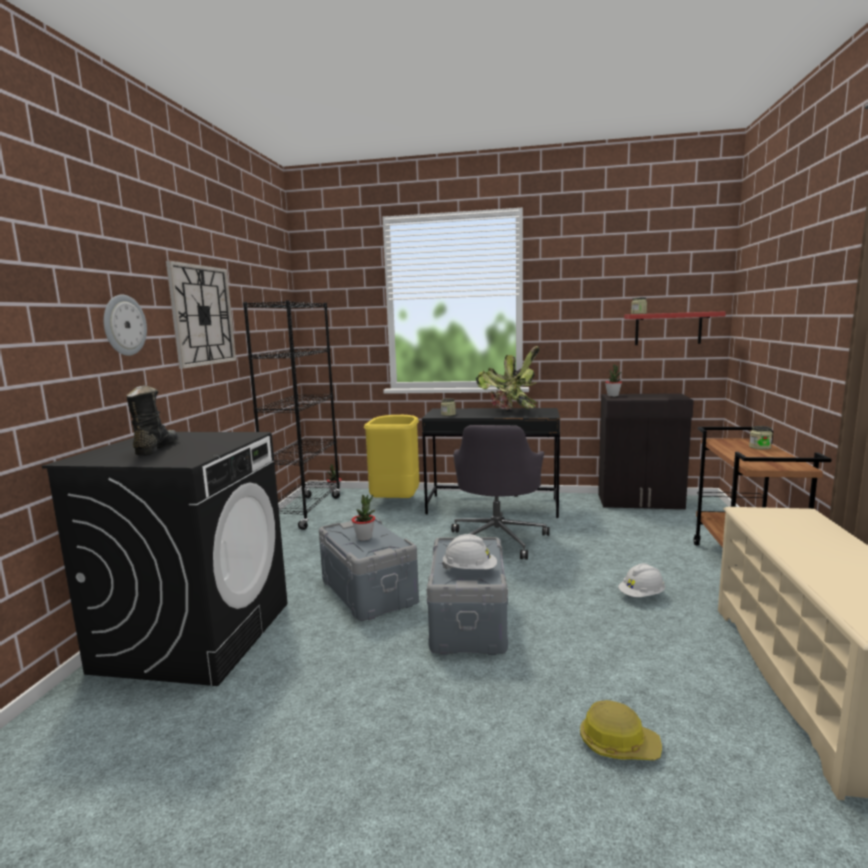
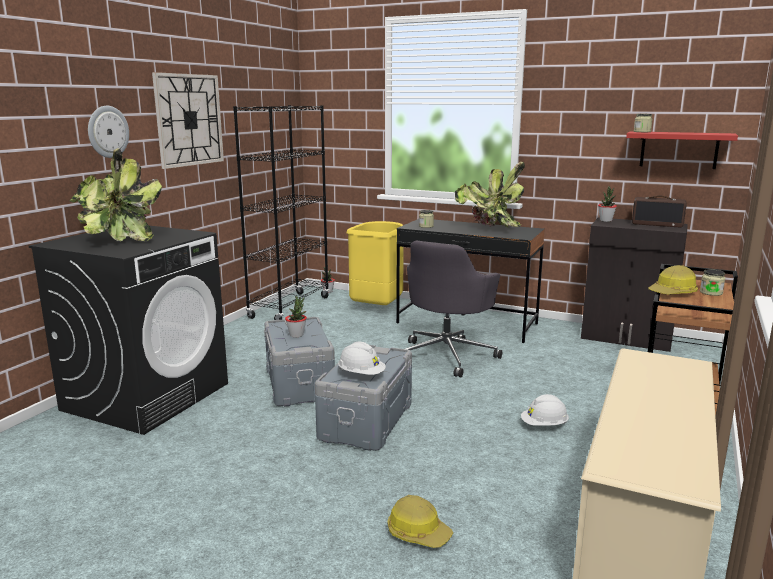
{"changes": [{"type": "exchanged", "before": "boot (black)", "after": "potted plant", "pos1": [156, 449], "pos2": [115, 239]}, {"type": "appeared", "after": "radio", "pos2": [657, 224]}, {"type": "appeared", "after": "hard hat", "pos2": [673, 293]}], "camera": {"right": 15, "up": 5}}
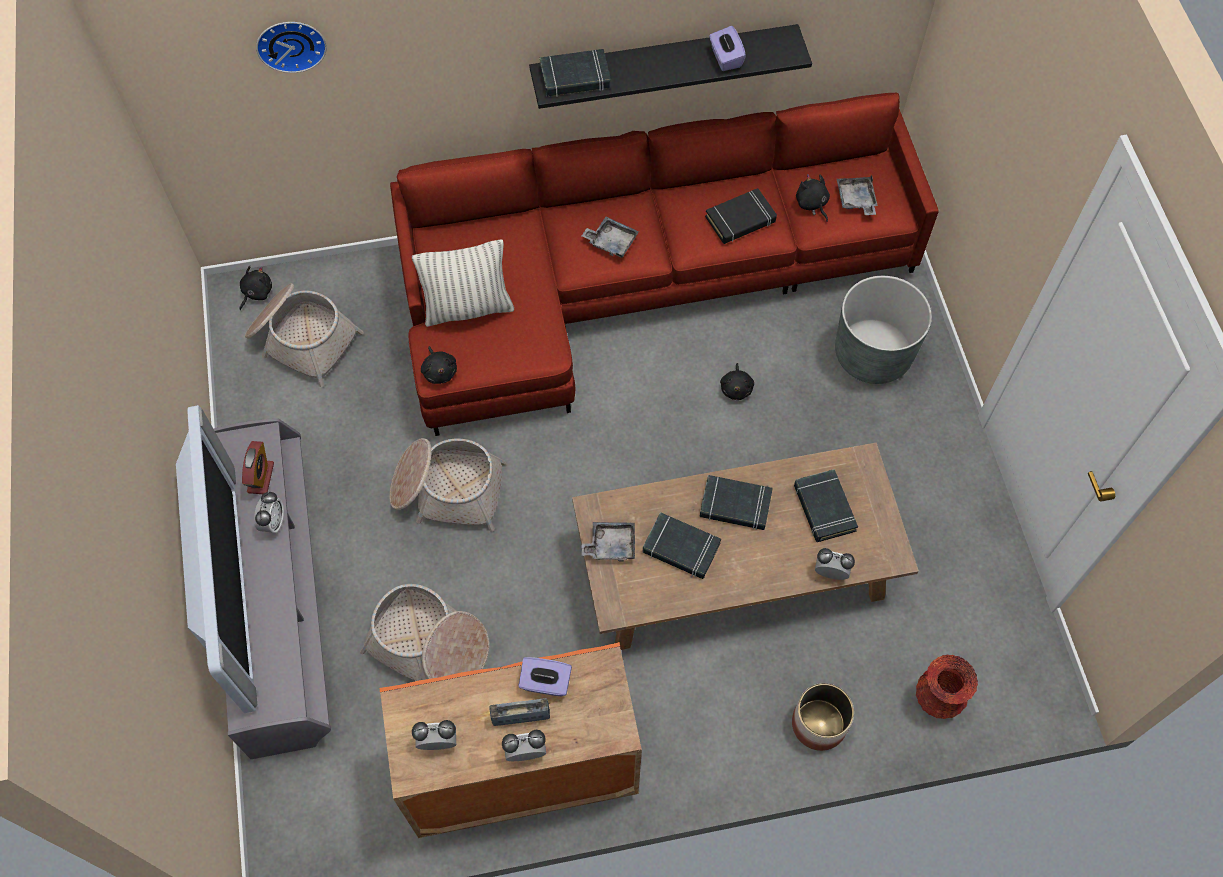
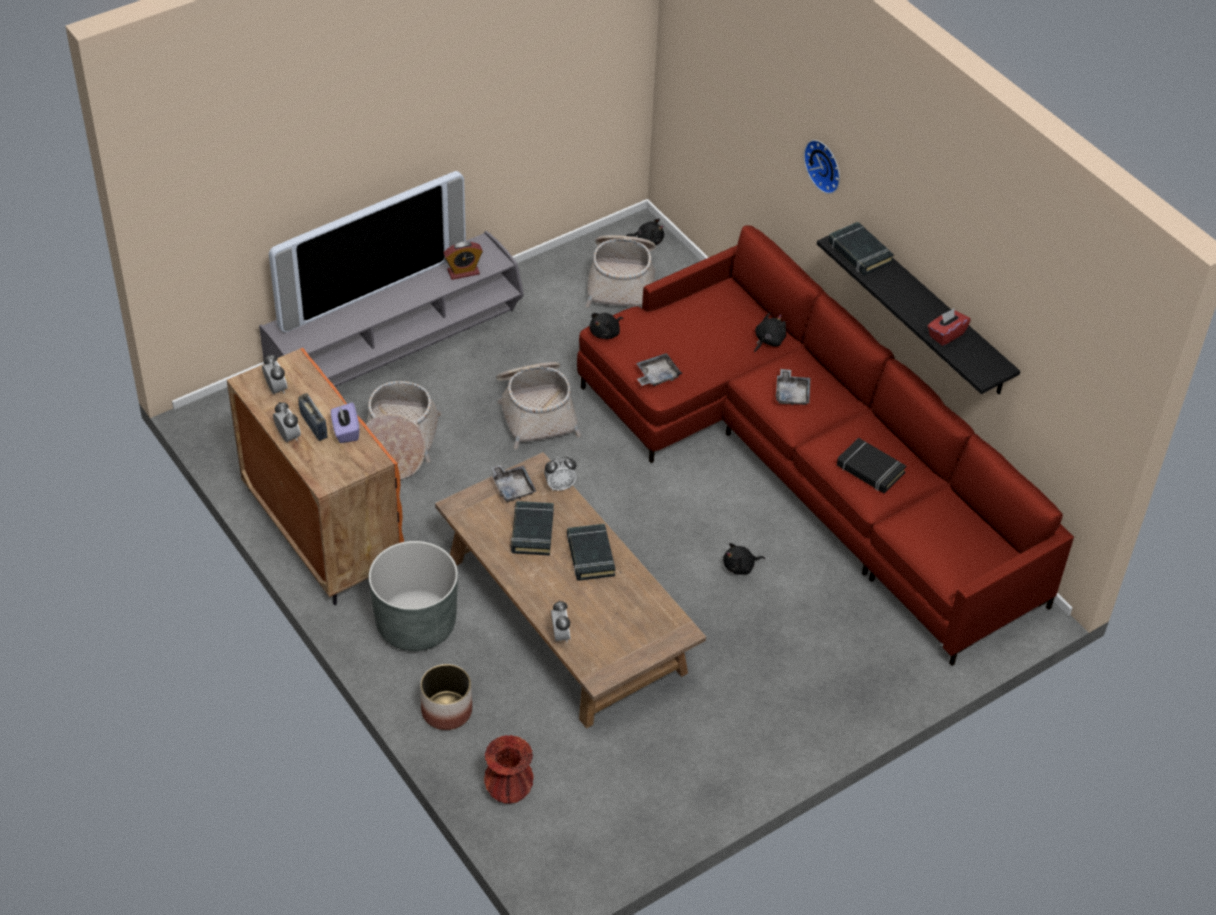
{"changes": [{"type": "relocated", "before": "planter (grey)", "pos1": [872, 354], "pos2": [416, 624]}, {"type": "relocated", "before": "alarm clock", "pos1": [273, 522], "pos2": [560, 486]}, {"type": "relocated", "before": "tray (grey)", "pos1": [856, 200], "pos2": [657, 375]}, {"type": "relocated", "before": "plush toy (black)", "pos1": [812, 204], "pos2": [768, 341]}, {"type": "relocated", "before": "wall clock", "pos1": [291, 43], "pos2": [825, 165]}, {"type": "colour", "before": "tissue box (purple)", "after": "tissue box (red)", "pos1": [725, 58], "pos2": [946, 335]}, {"type": "missing", "before": "pillow", "pos1": [468, 308]}, {"type": "missing", "before": "book (black)", "pos1": [824, 508]}], "camera": {"right": 65, "up": -15}}
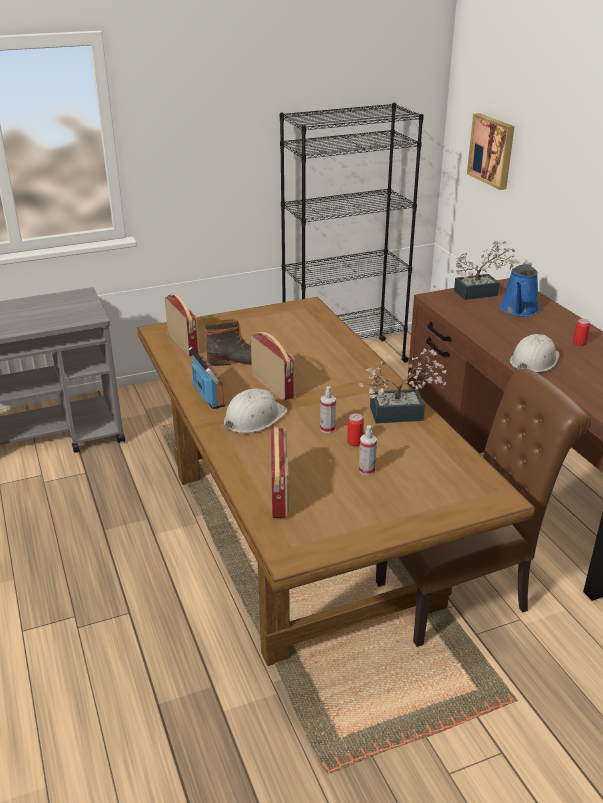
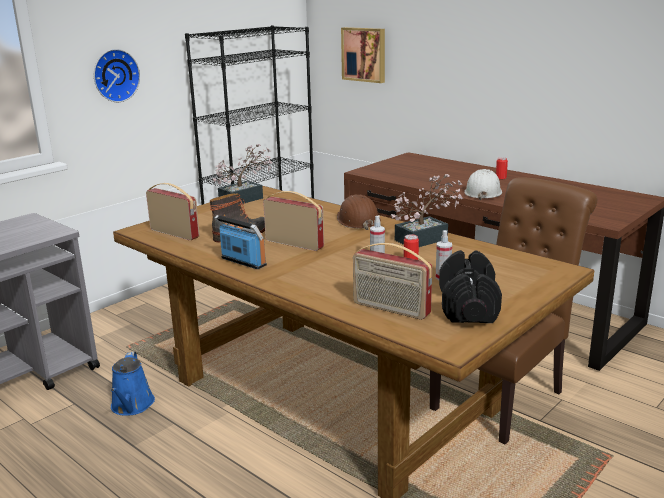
{"changes": [{"type": "appeared", "after": "wall clock", "pos2": [114, 75]}, {"type": "relocated", "before": "watering can (blue)", "pos1": [519, 310], "pos2": [132, 406]}, {"type": "relocated", "before": "potted plant", "pos1": [480, 292], "pos2": [245, 198]}, {"type": "appeared", "after": "hard hat (brown)", "pos2": [357, 220]}, {"type": "spun", "before": "radio", "pos1": [280, 494], "pos2": [390, 309], "turn": 150}, {"type": "appeared", "after": "dumbbell (black)", "pos2": [467, 306]}, {"type": "missing", "before": "hard hat (white)", "pos1": [254, 418]}], "camera": {"right": -25, "up": -10}}
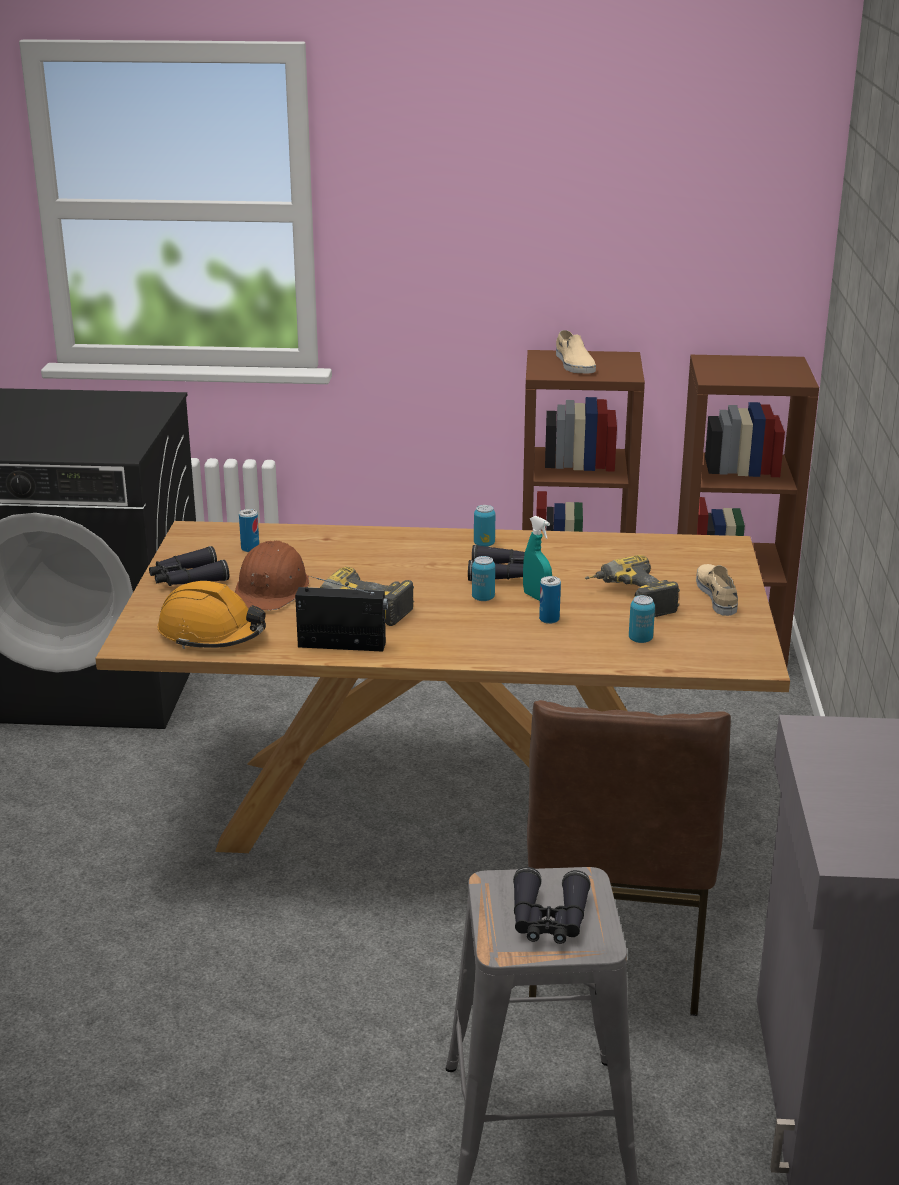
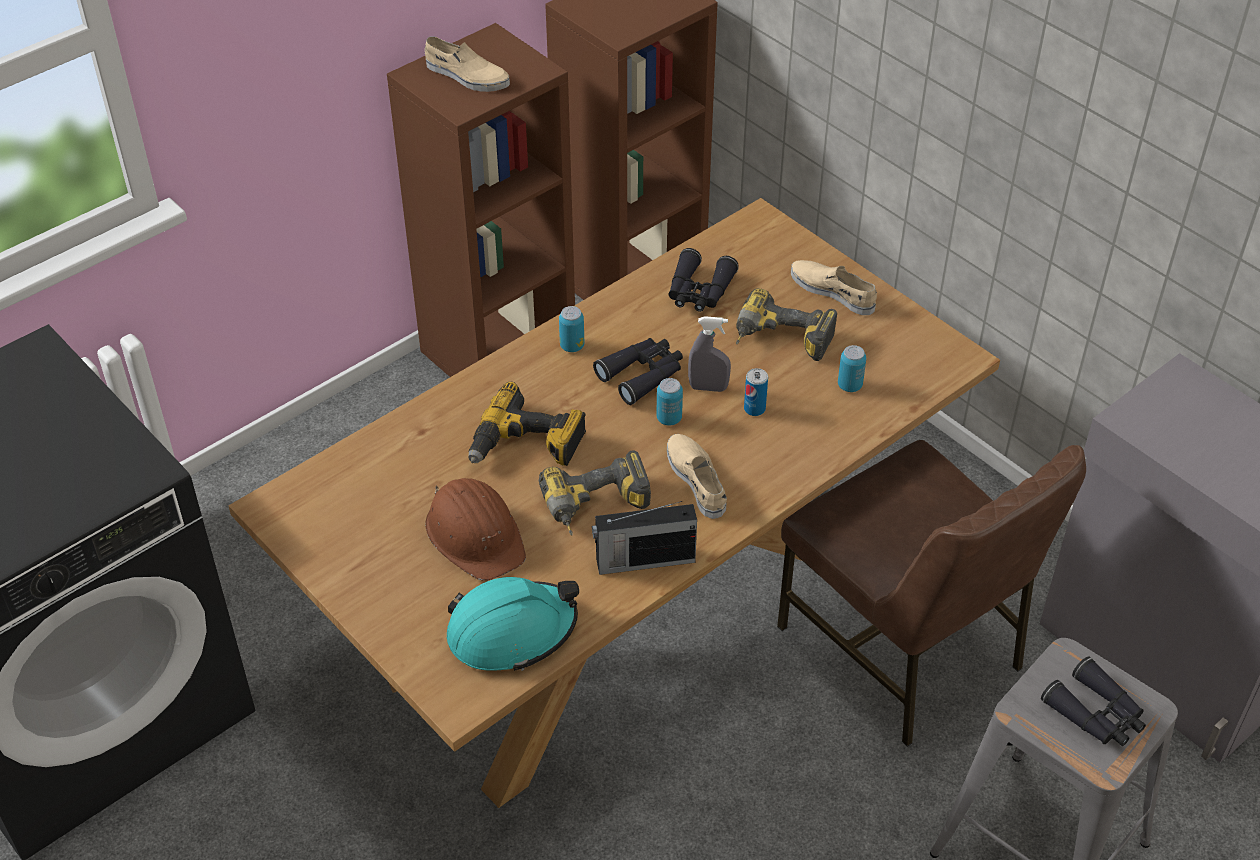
{"changes": [{"type": "colour", "before": "hard hat (orange)", "after": "hard hat (turquoise)", "pos1": [212, 634], "pos2": [512, 631]}, {"type": "appeared", "after": "power drill", "pos2": [527, 445]}, {"type": "spun", "before": "radio", "pos1": [343, 645], "pos2": [643, 560], "turn": -150}, {"type": "appeared", "after": "shoe (beige)", "pos2": [697, 479]}, {"type": "relocated", "before": "binoculars (black)", "pos1": [187, 579], "pos2": [699, 291]}, {"type": "colour", "before": "spray bottle (turquoise)", "after": "spray bottle (grey)", "pos1": [536, 597], "pos2": [708, 387]}, {"type": "missing", "before": "can", "pos1": [250, 548]}], "camera": {"right": -45, "up": 20}}
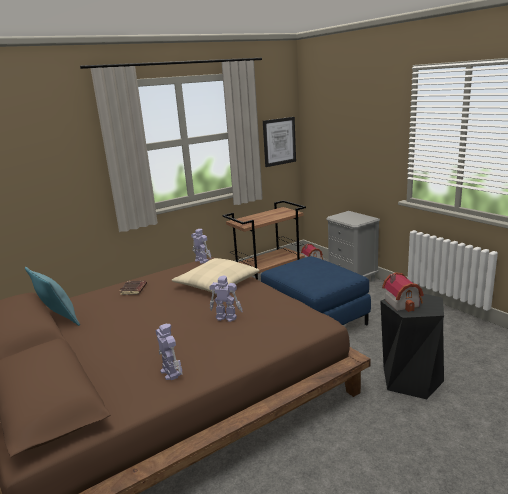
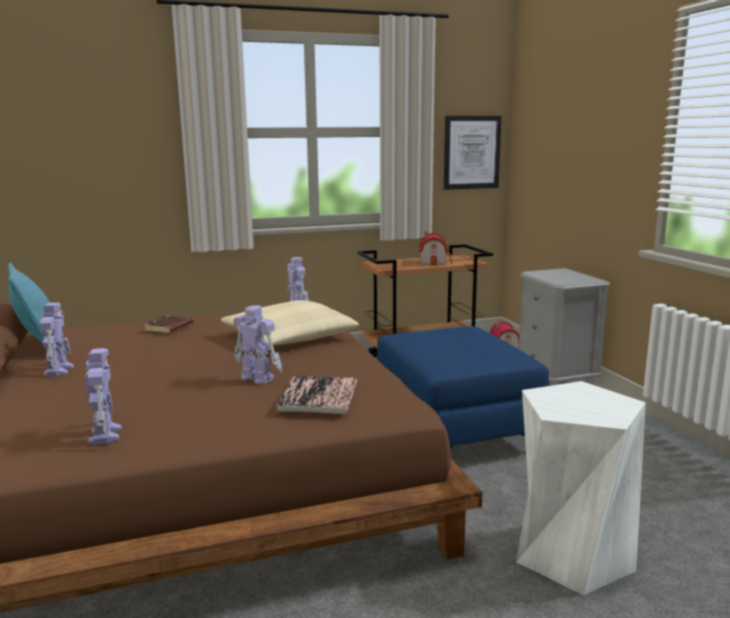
{"changes": [{"type": "appeared", "after": "toy robot", "pos2": [59, 370]}, {"type": "appeared", "after": "book", "pos2": [318, 396]}, {"type": "relocated", "before": "toy house", "pos1": [403, 302], "pos2": [435, 262]}, {"type": "colour", "before": "stool (black)", "after": "stool (white)", "pos1": [411, 379], "pos2": [571, 554]}], "camera": {"right": 15, "up": -5}}
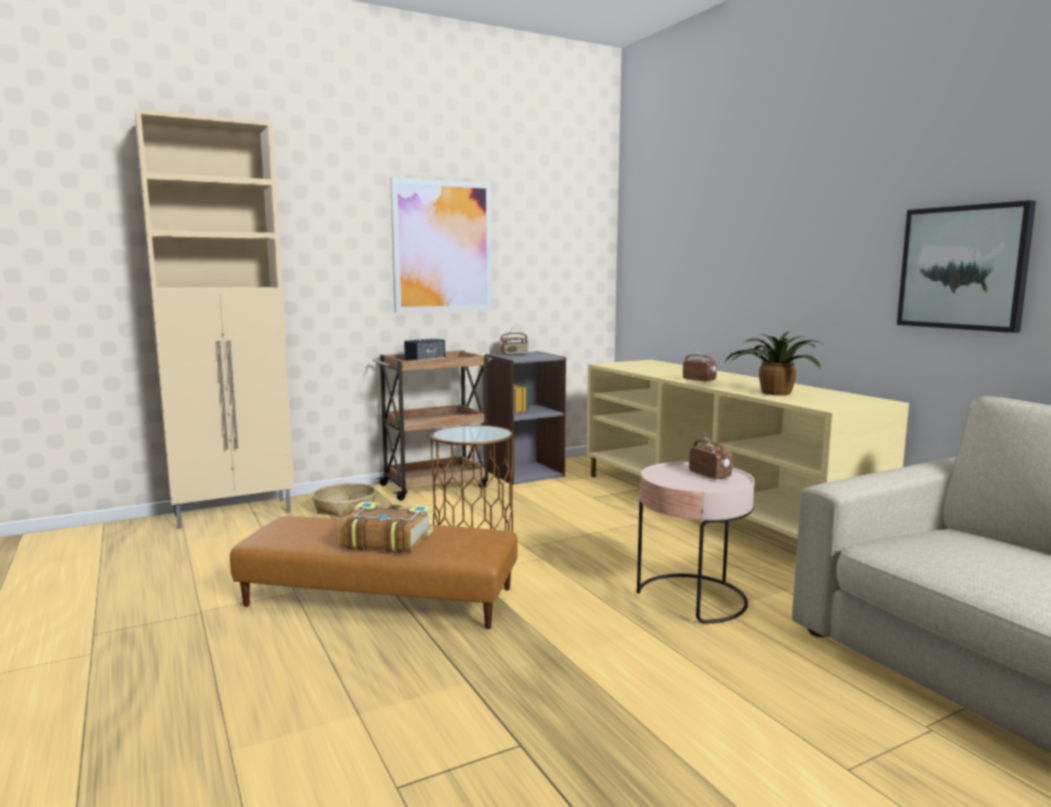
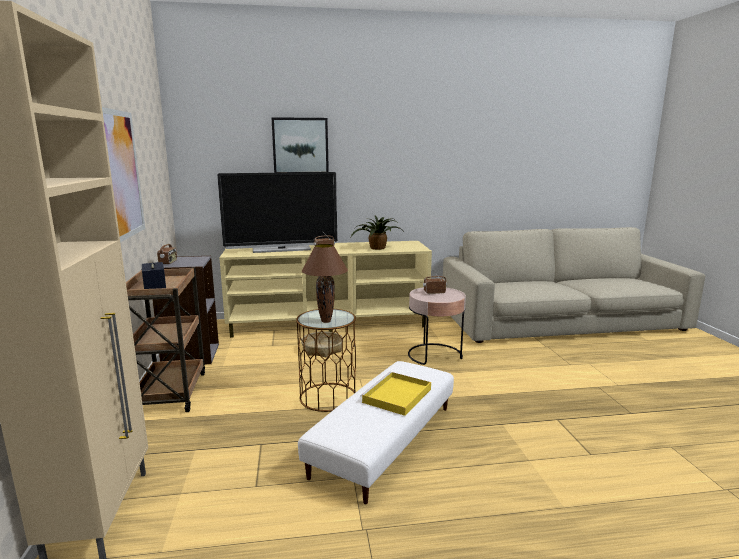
{"changes": [{"type": "appeared", "after": "television", "pos2": [281, 249]}, {"type": "relocated", "before": "picture", "pos1": [963, 267], "pos2": [300, 146]}, {"type": "colour", "before": "ottoman (brown)", "after": "ottoman (white)", "pos1": [379, 598], "pos2": [385, 440]}, {"type": "relocated", "before": "basket", "pos1": [345, 508], "pos2": [322, 349]}, {"type": "appeared", "after": "table lamp (brown)", "pos2": [326, 321]}, {"type": "exchanged", "before": "book", "after": "tray (yellow)", "pos1": [386, 540], "pos2": [396, 396]}], "camera": {"right": -70, "up": 5}}
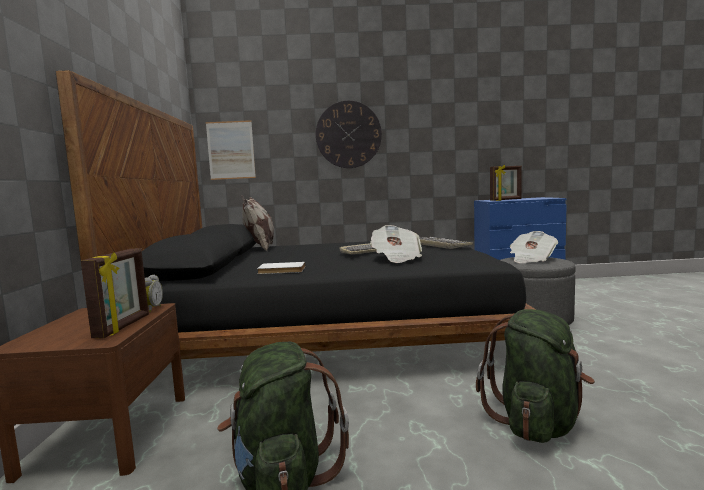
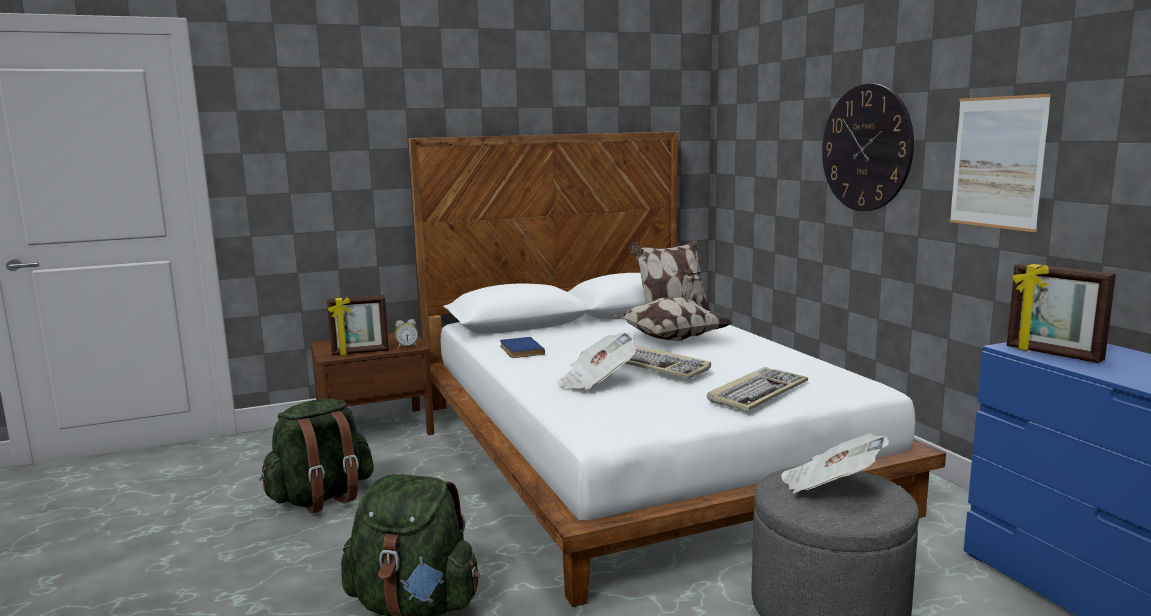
{"changes": [{"type": "colour", "before": "bed (black)", "after": "bed (white)", "pos1": [329, 330], "pos2": [637, 452]}, {"type": "colour", "before": "book (white)", "after": "book (blue)", "pos1": [281, 270], "pos2": [519, 350]}, {"type": "appeared", "after": "pillow", "pos2": [669, 339]}, {"type": "relocated", "before": "picture", "pos1": [231, 150], "pos2": [997, 162]}], "camera": {"right": 70, "up": 5}}
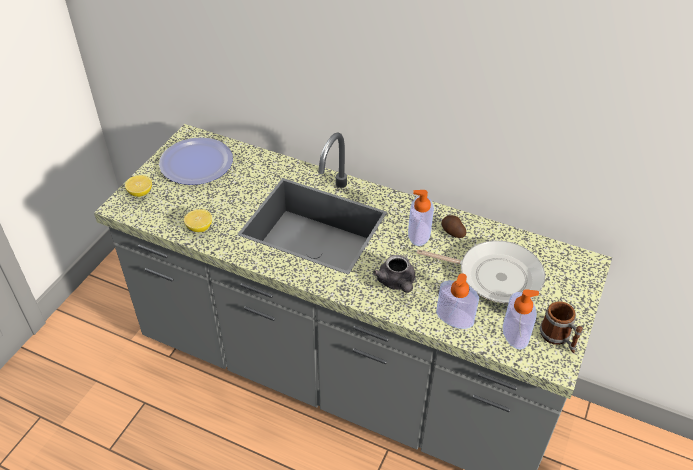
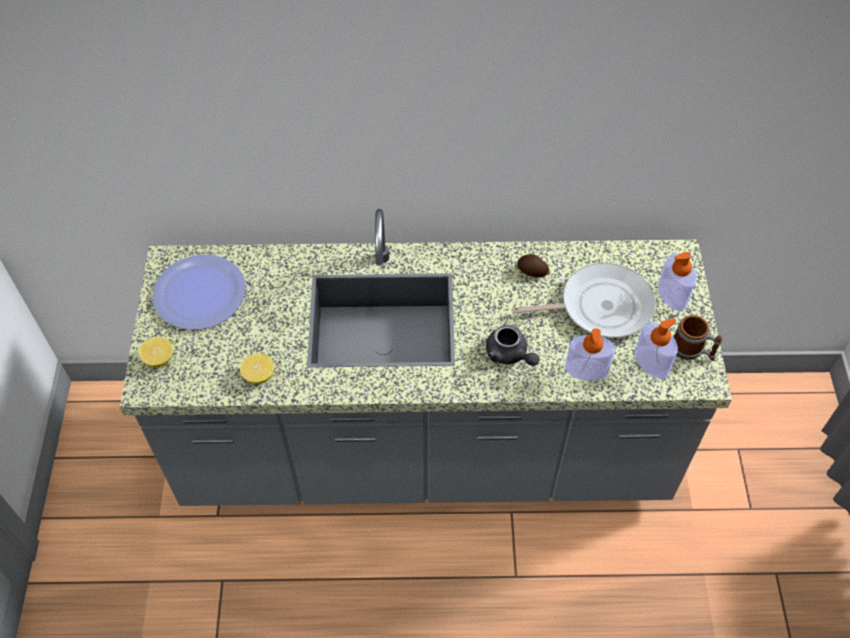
{"changes": [{"type": "relocated", "before": "soap dispenser", "pos1": [419, 233], "pos2": [672, 295]}], "camera": {"right": -25, "up": 10}}
